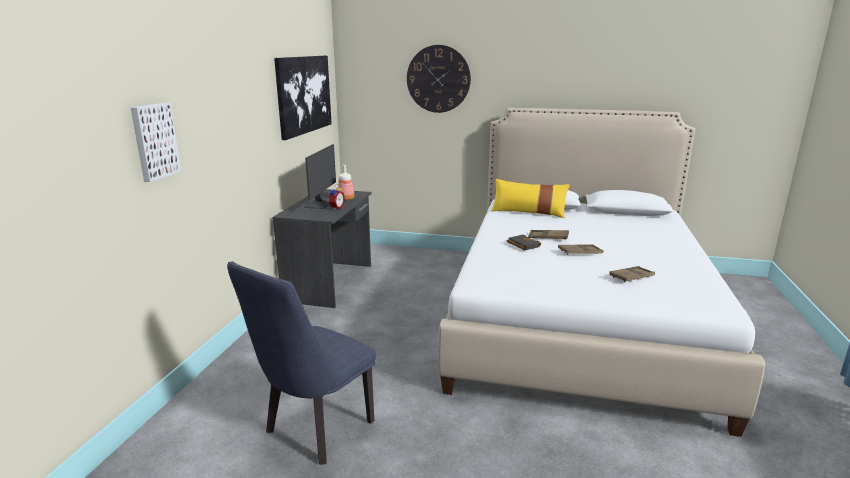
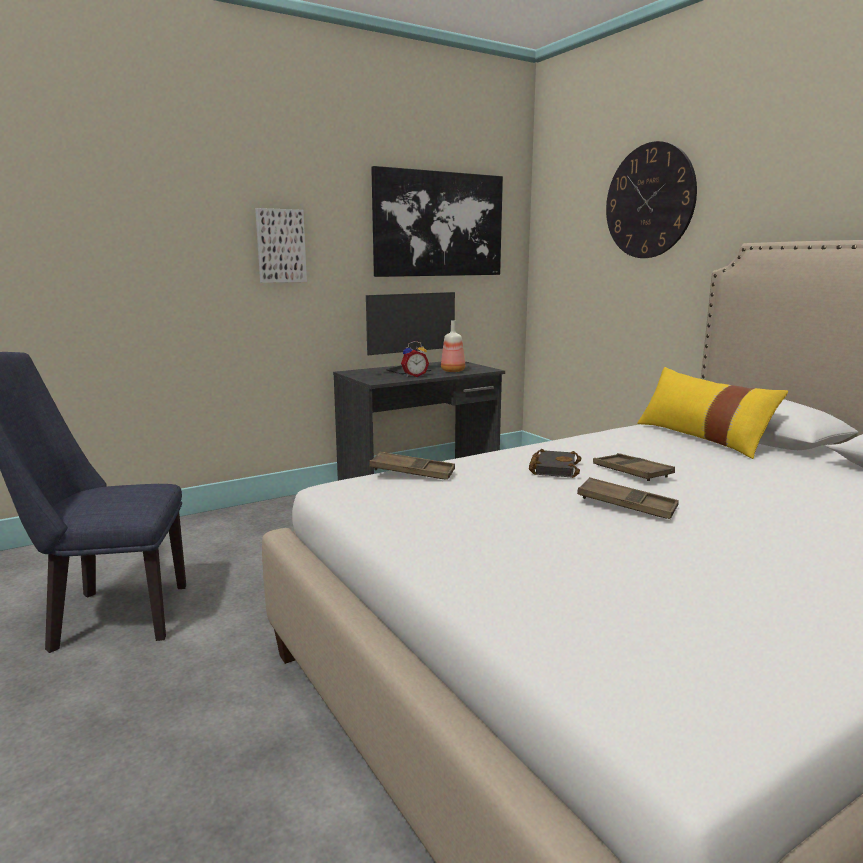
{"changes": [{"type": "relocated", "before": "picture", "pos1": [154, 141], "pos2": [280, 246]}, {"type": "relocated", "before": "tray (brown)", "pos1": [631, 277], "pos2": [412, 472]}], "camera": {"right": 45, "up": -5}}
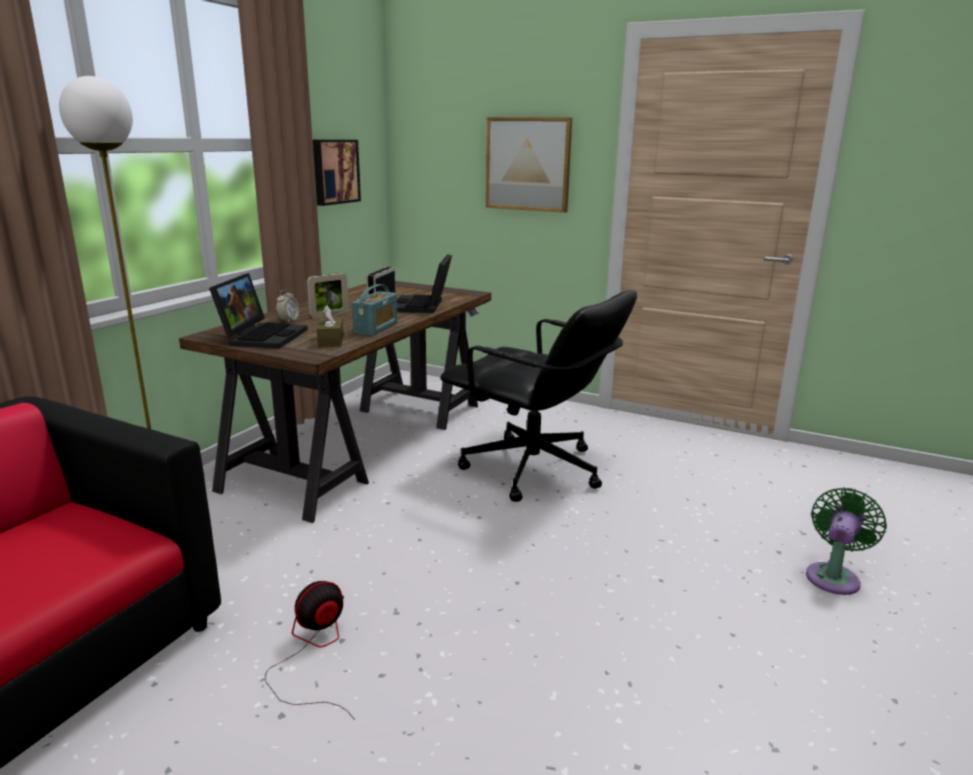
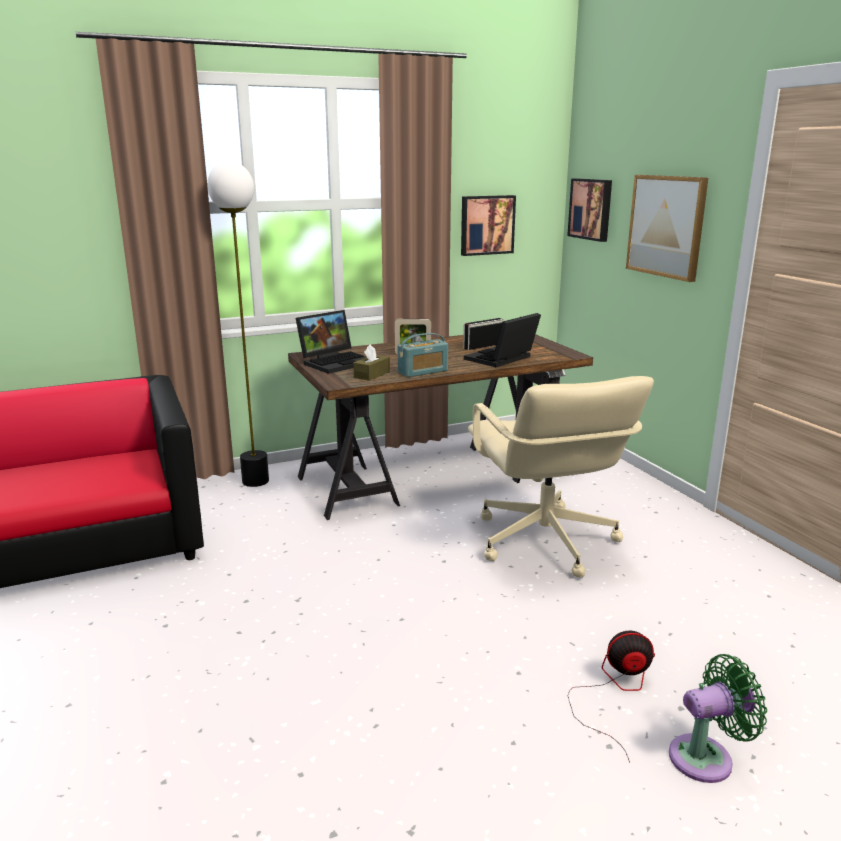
{"changes": [{"type": "colour", "before": "office chair (black)", "after": "office chair (beige)", "pos1": [533, 470], "pos2": [544, 542]}, {"type": "appeared", "after": "picture", "pos2": [591, 209]}, {"type": "relocated", "before": "fan", "pos1": [314, 653], "pos2": [615, 692]}, {"type": "missing", "before": "alarm clock", "pos1": [288, 321]}], "camera": {"right": 40, "up": 0}}
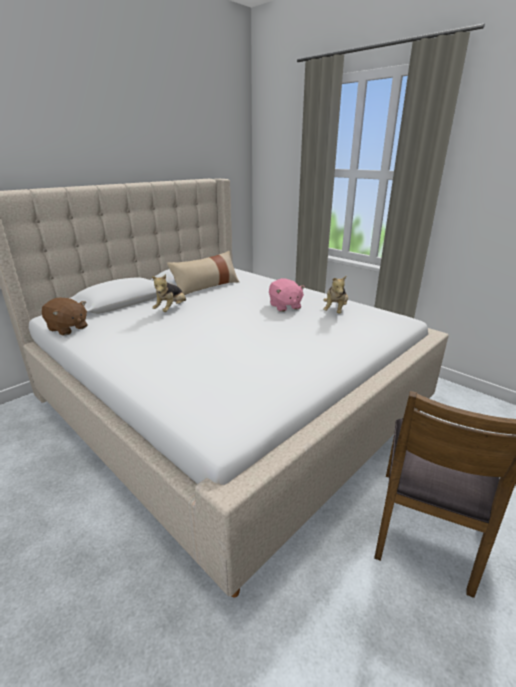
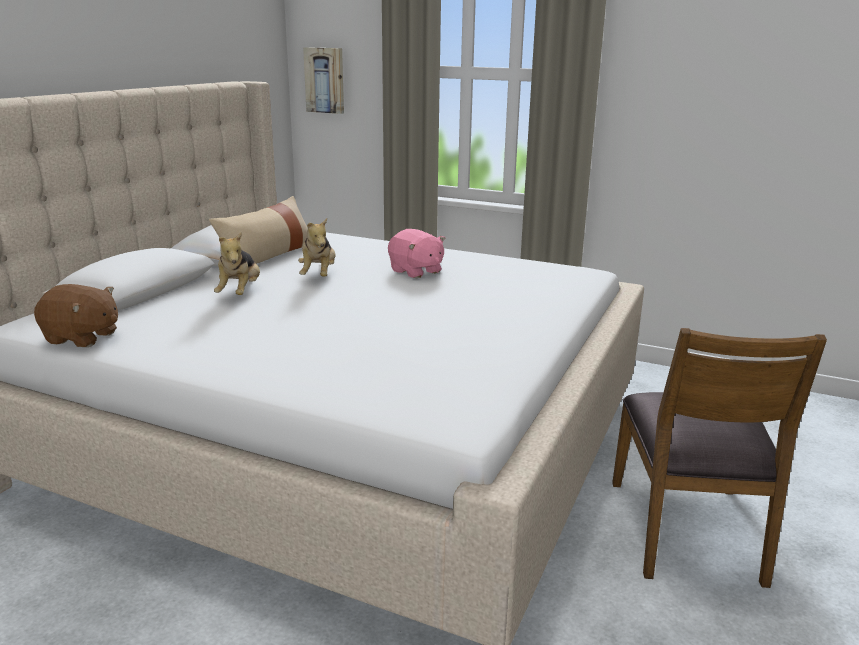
{"changes": [{"type": "relocated", "before": "plush toy", "pos1": [335, 311], "pos2": [319, 275]}, {"type": "appeared", "after": "picture", "pos2": [325, 80]}], "camera": {"right": -20, "up": -5}}
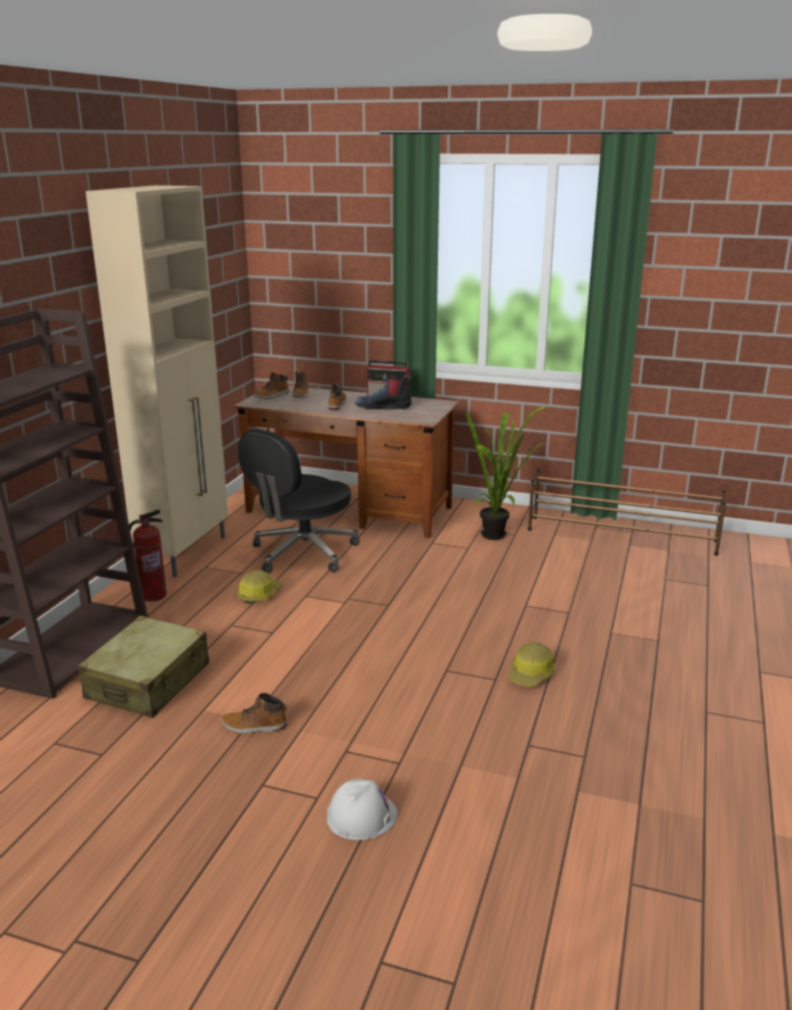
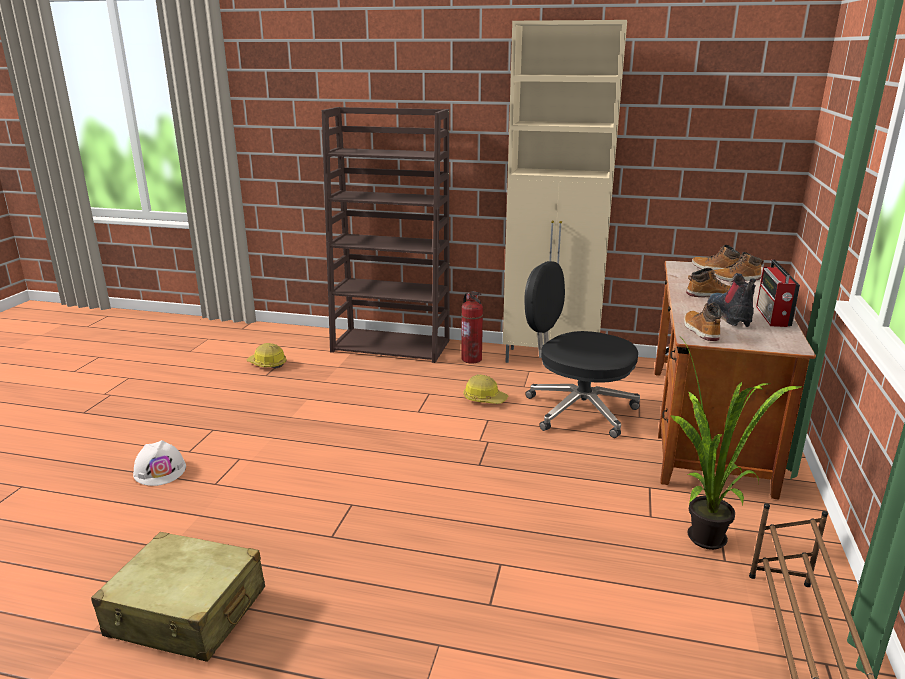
{"changes": [{"type": "relocated", "before": "suitcase (beige)", "pos1": [149, 682], "pos2": [187, 612]}, {"type": "relocated", "before": "hard hat", "pos1": [531, 674], "pos2": [267, 364]}, {"type": "relocated", "before": "boot", "pos1": [254, 726], "pos2": [700, 331]}], "camera": {"right": 85, "up": 0}}
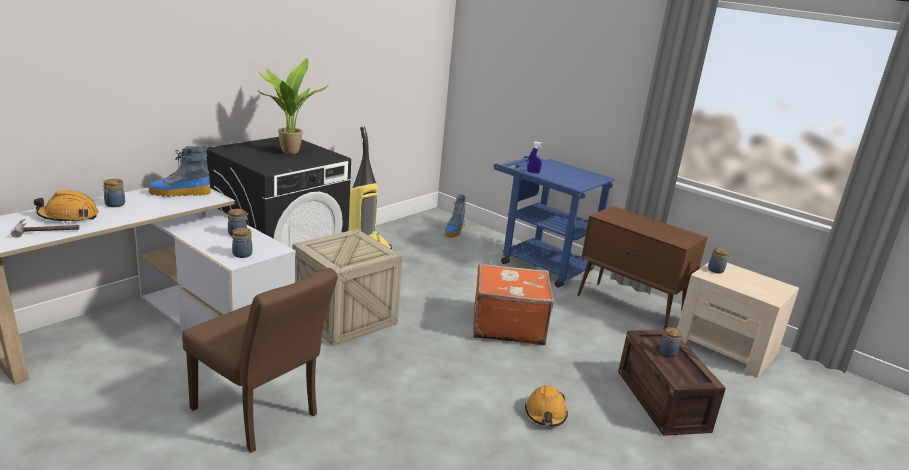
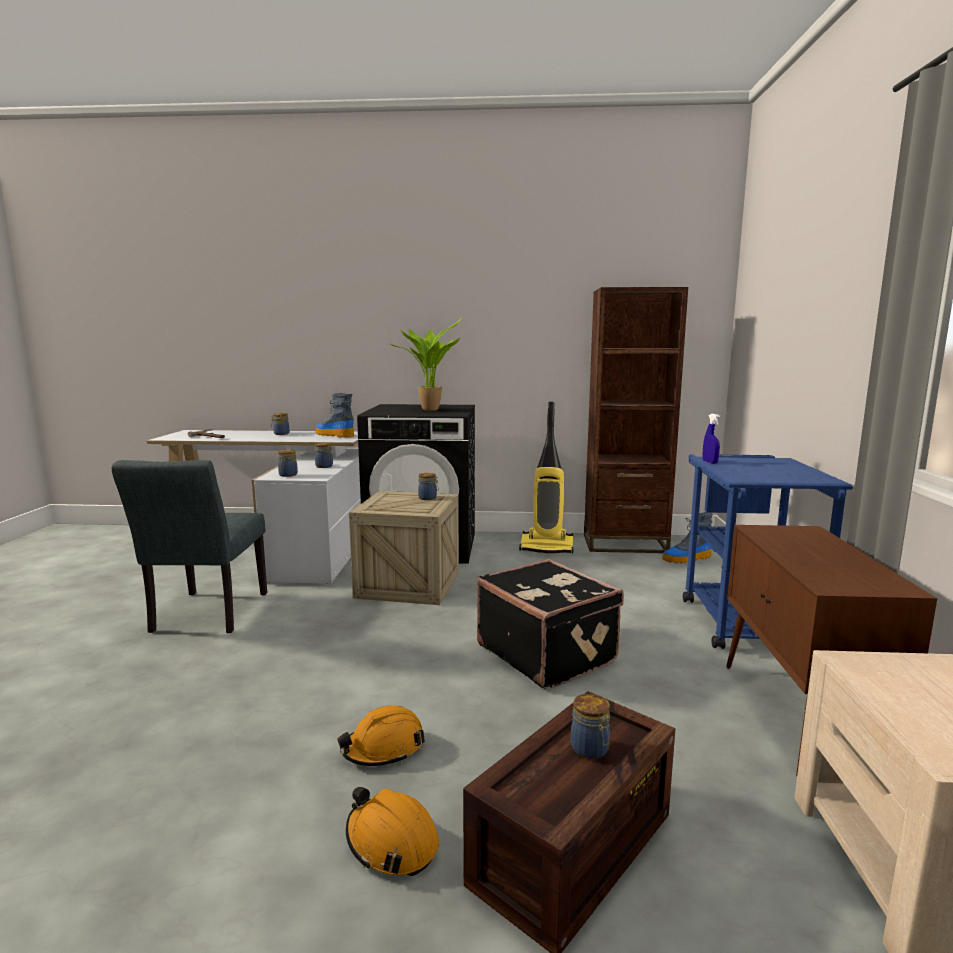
{"changes": [{"type": "colour", "before": "chair (brown)", "after": "chair (grey)", "pos1": [261, 416], "pos2": [206, 616]}, {"type": "relocated", "before": "hard hat (orange)", "pos1": [68, 216], "pos2": [391, 842]}, {"type": "relocated", "before": "jar", "pos1": [716, 270], "pos2": [428, 498]}, {"type": "colour", "before": "suitcase (orange)", "after": "suitcase (black)", "pos1": [507, 325], "pos2": [547, 653]}, {"type": "appeared", "after": "bookcase (brown)", "pos2": [625, 543]}], "camera": {"right": 55, "up": -10}}
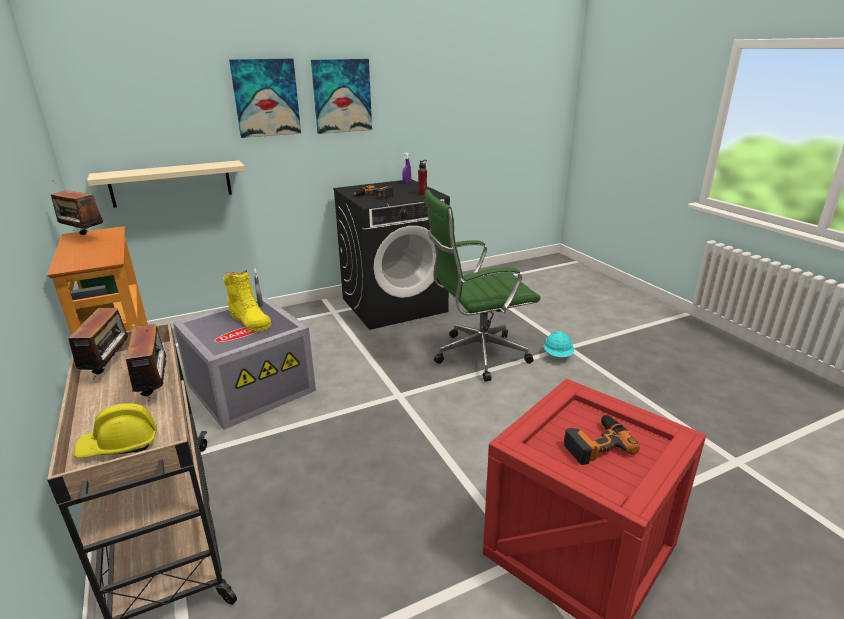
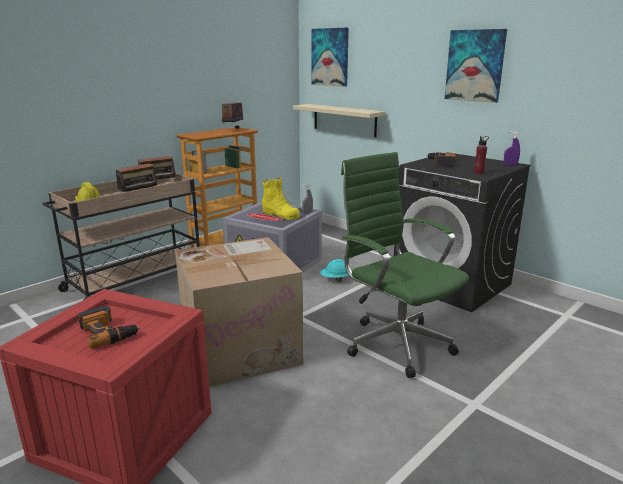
{"changes": [{"type": "appeared", "after": "cardboard box", "pos2": [241, 348]}, {"type": "spun", "before": "boot (yellow)", "pos1": [250, 320], "pos2": [280, 214], "turn": -75}, {"type": "relocated", "before": "picture", "pos1": [266, 98], "pos2": [330, 57]}, {"type": "relocated", "before": "hard hat (turquoise)", "pos1": [557, 356], "pos2": [335, 279]}], "camera": {"right": 70, "up": -5}}
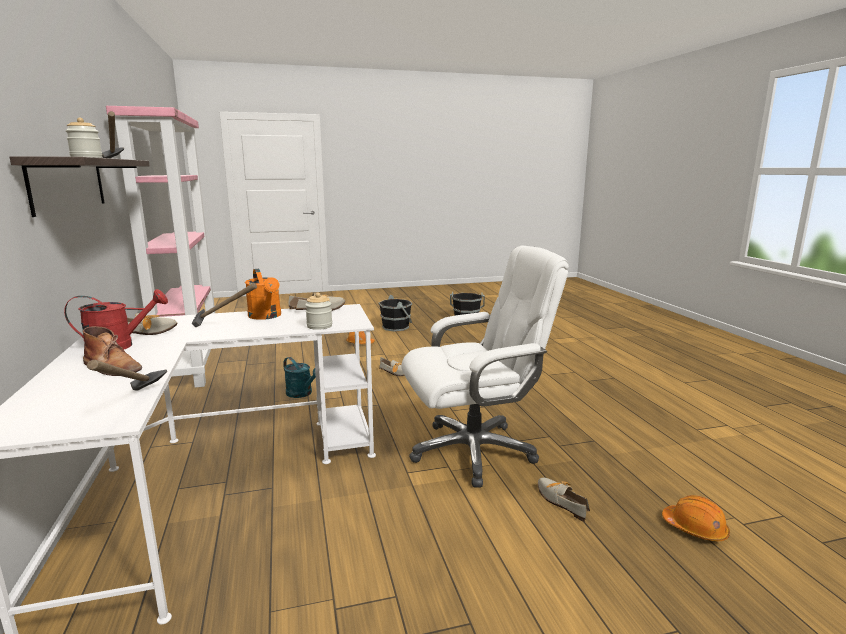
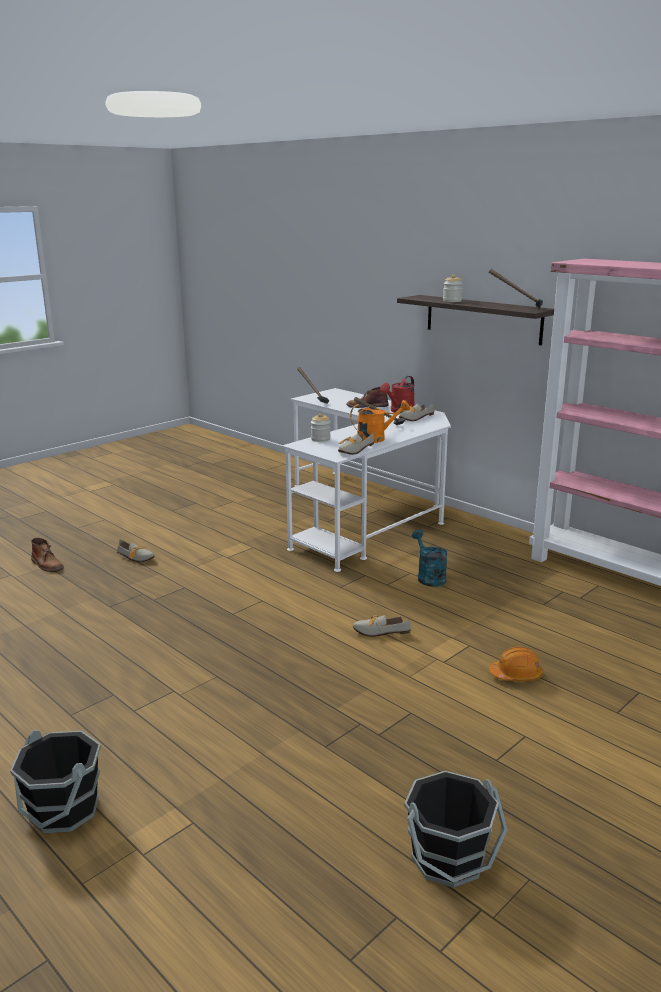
{"changes": [{"type": "relocated", "before": "bucket (black)", "pos1": [396, 327], "pos2": [63, 810]}, {"type": "exchanged", "before": "hard hat (orange)", "after": "boot (brown)", "pos1": [695, 528], "pos2": [47, 565]}, {"type": "spun", "before": "watering can (orange)", "pos1": [266, 316], "pos2": [376, 438], "turn": 135}, {"type": "spun", "before": "watering can (turquoise)", "pos1": [302, 394], "pos2": [429, 577], "turn": 60}, {"type": "missing", "before": "office chair (white)", "pos1": [474, 451]}], "camera": {"right": 150, "up": 5}}
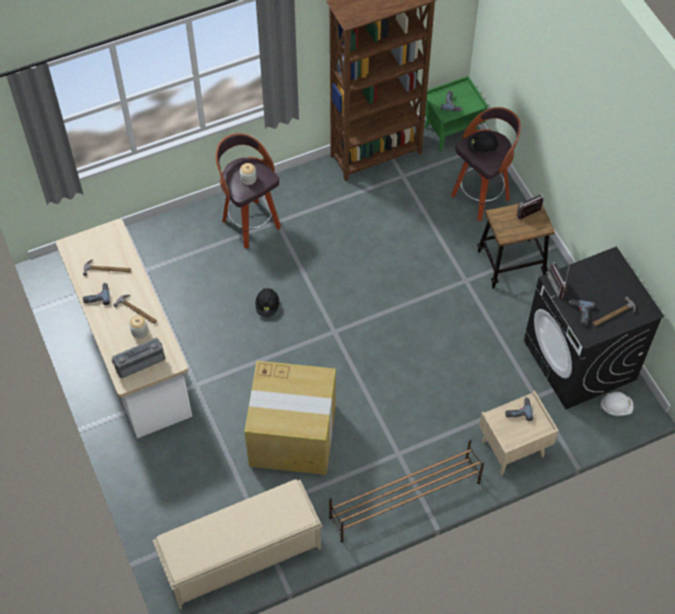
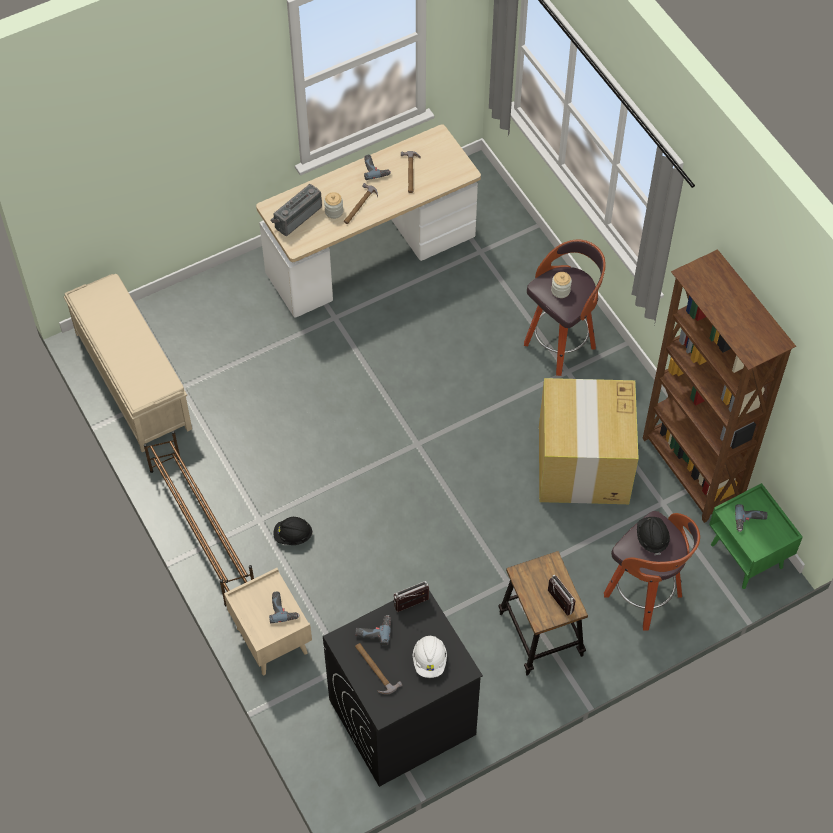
{"changes": [{"type": "spun", "before": "radio", "pos1": [139, 361], "pos2": [296, 216], "turn": -105}, {"type": "relocated", "before": "hard hat (black)", "pos1": [267, 306], "pos2": [293, 536]}, {"type": "relocated", "before": "hard hat (white)", "pos1": [616, 407], "pos2": [429, 660]}, {"type": "relocated", "before": "cardboard box", "pos1": [294, 435], "pos2": [583, 465]}], "camera": {"right": 85, "up": 0}}
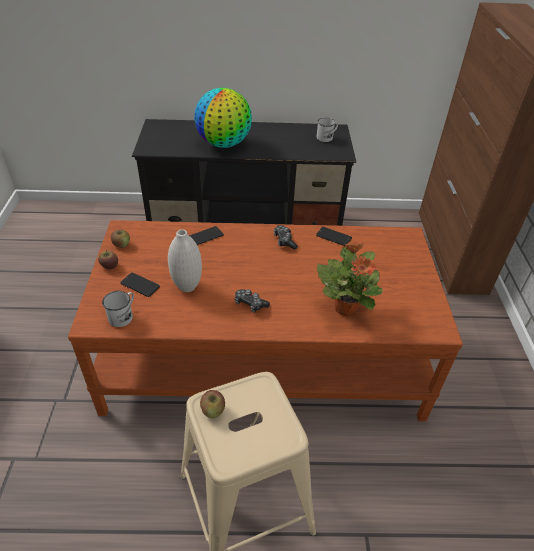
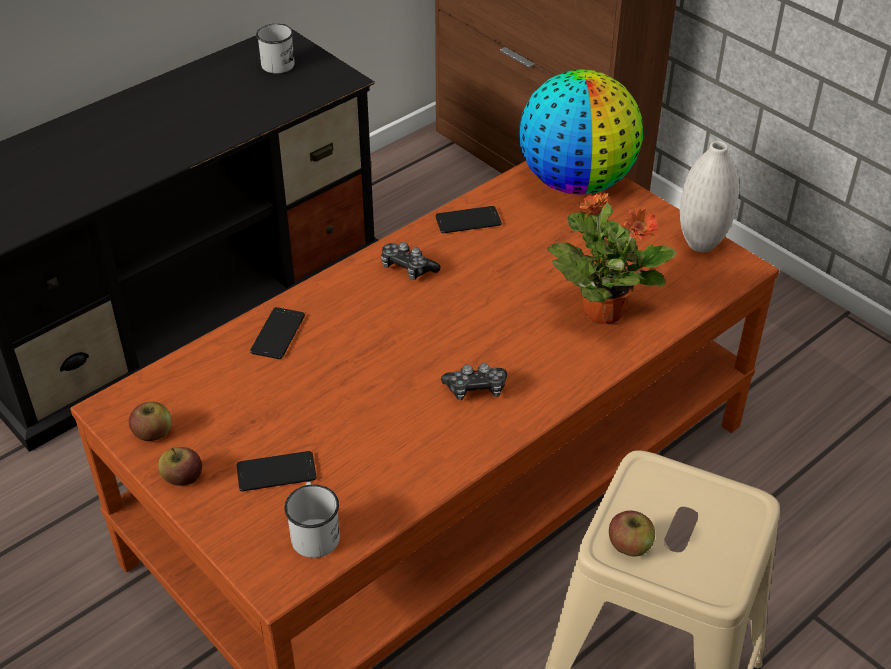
{"changes": [{"type": "relocated", "before": "globe", "pos1": [224, 144], "pos2": [576, 182]}, {"type": "relocated", "before": "vase (white)", "pos1": [187, 287], "pos2": [701, 244]}], "camera": {"right": -40, "up": 0}}
